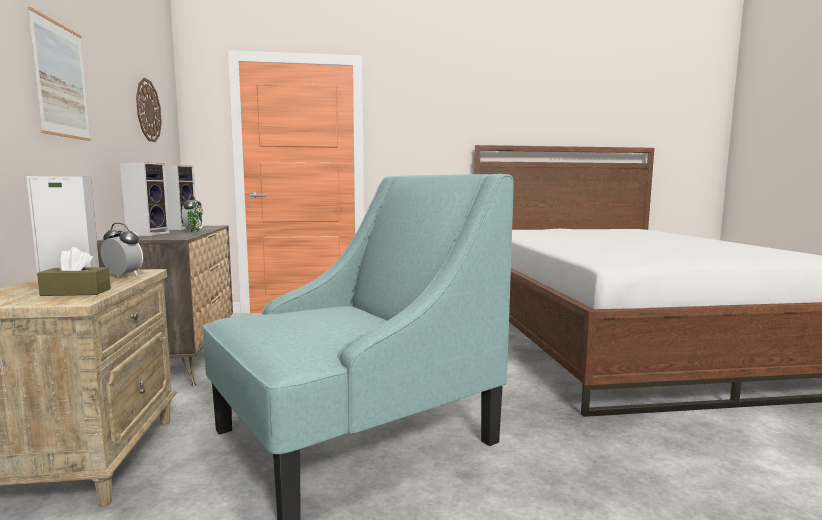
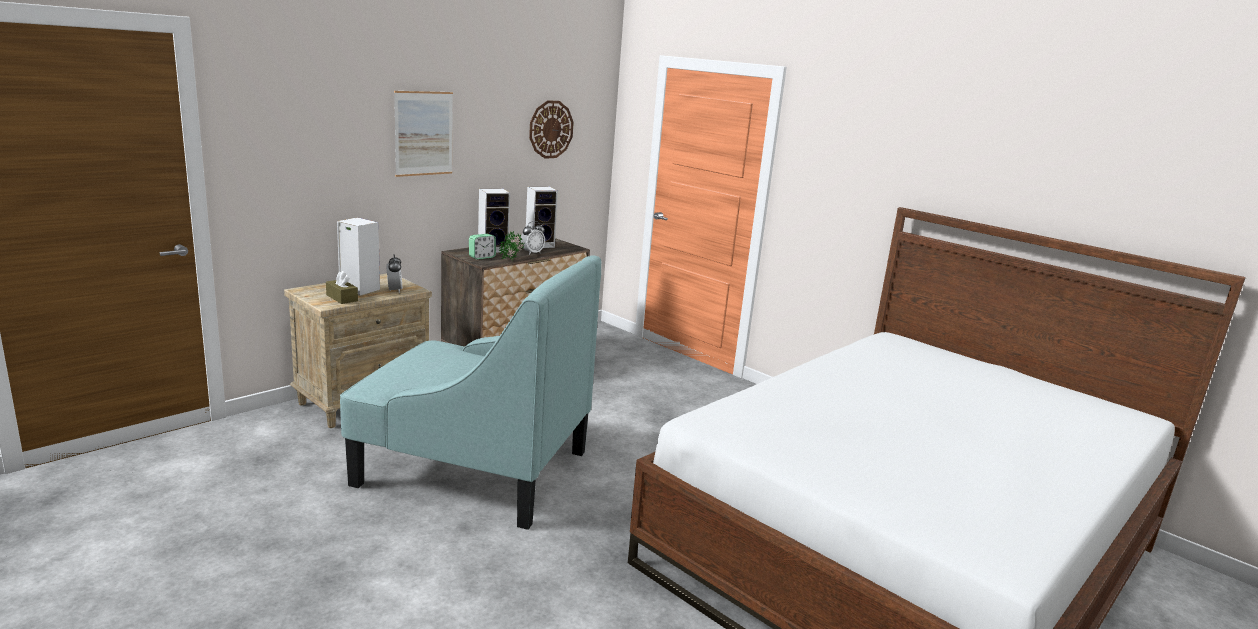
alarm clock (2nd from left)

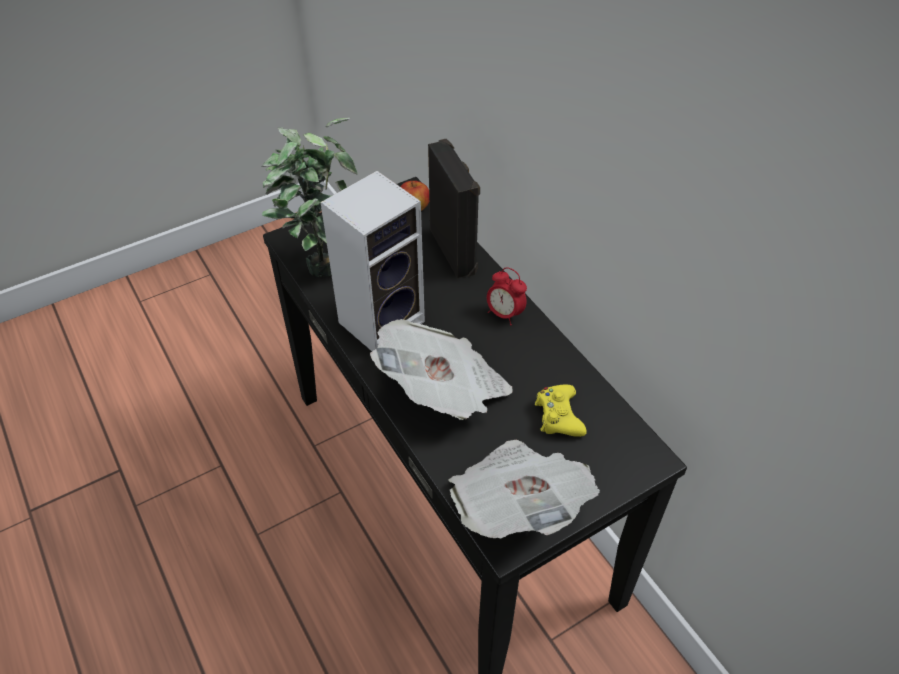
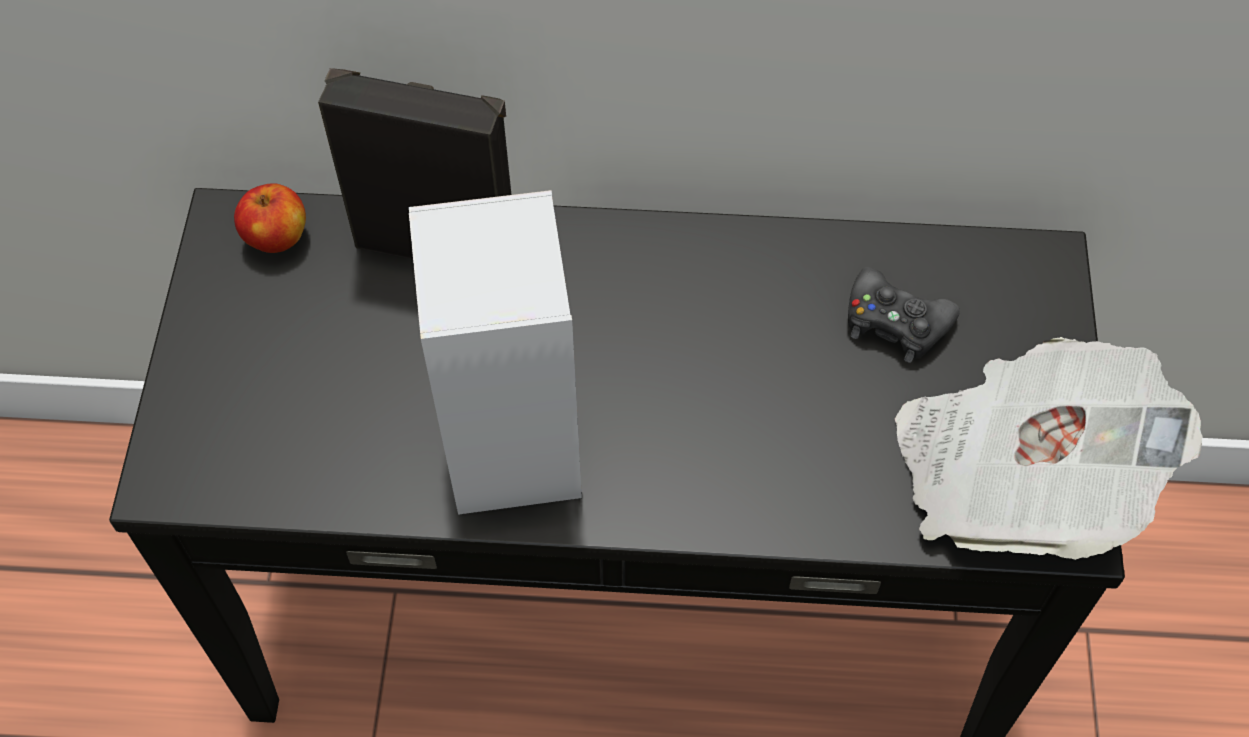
potted plant
newspaper (1st from left in the first image)
alarm clock
black game controller

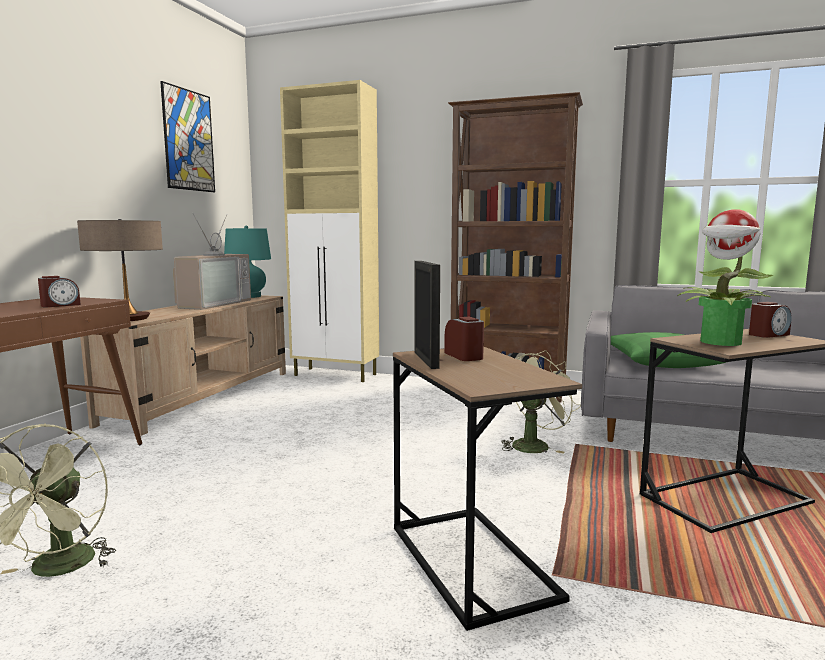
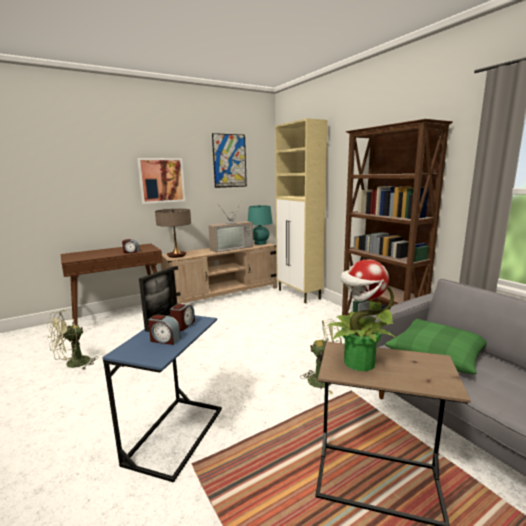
picture (1st from left)
alarm clock (2nd from left)
blue side table

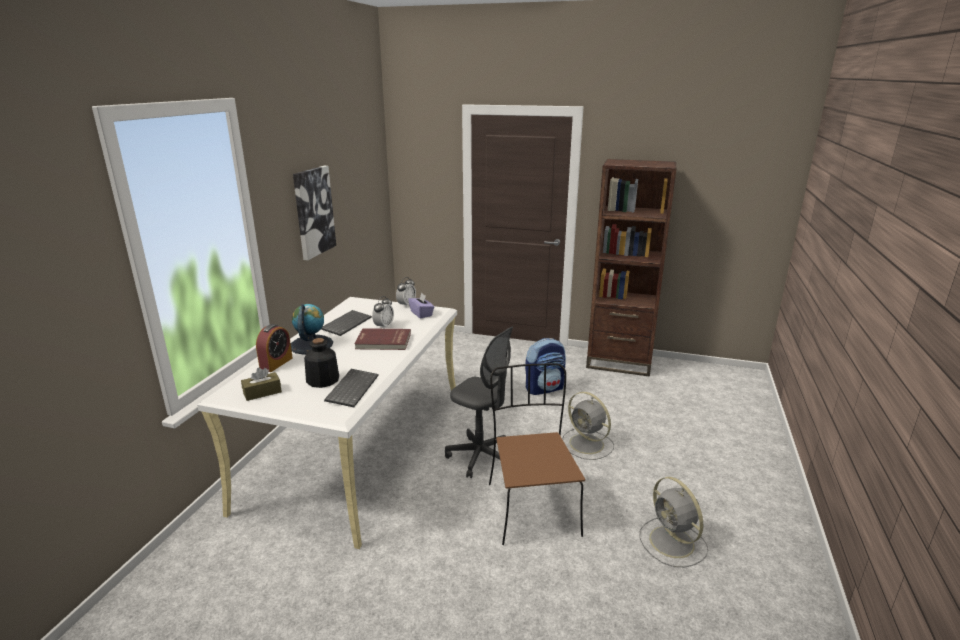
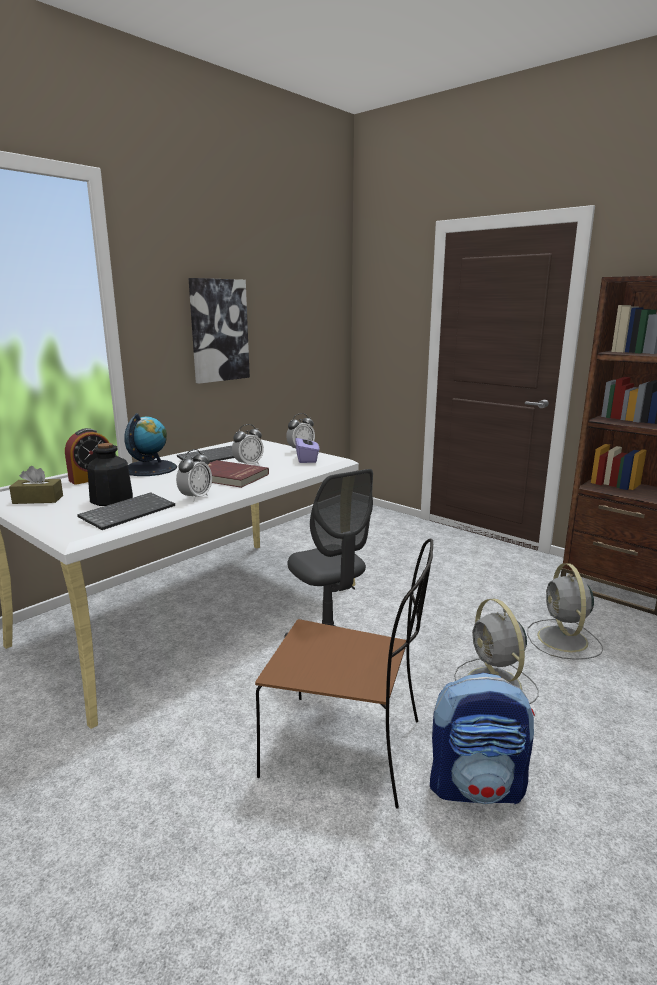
alarm clock (2nd from left)
backpack
grey fan (2nd from left)
brown chair

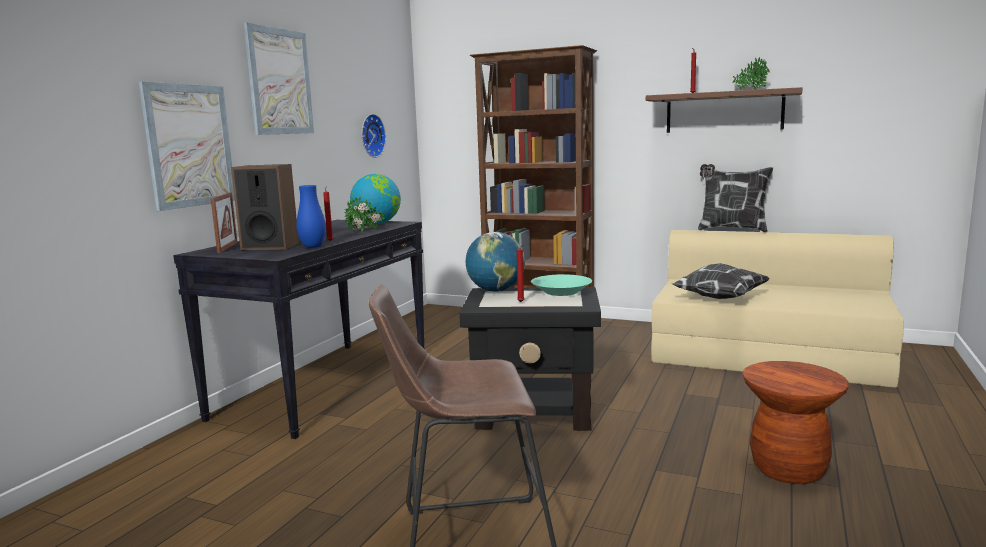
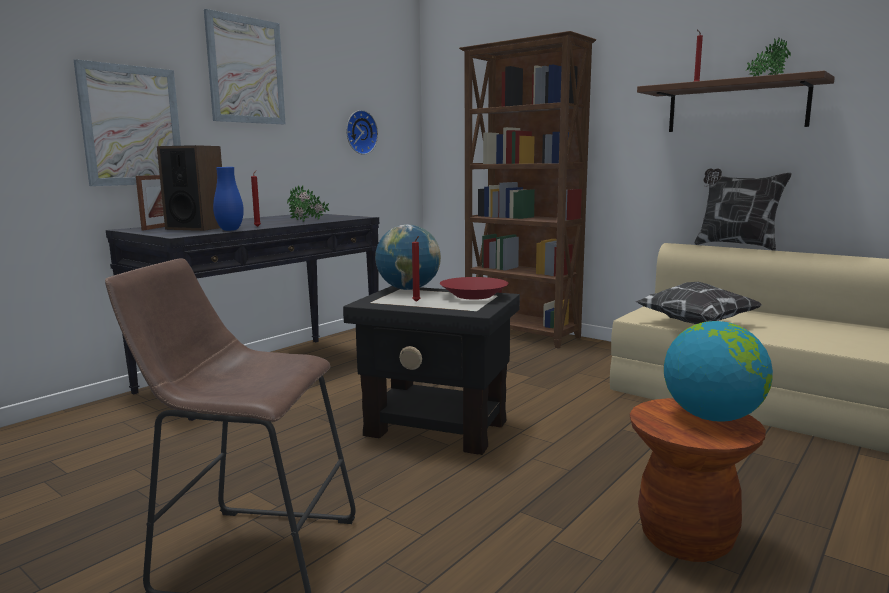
globe (2nd from left)
red bowl

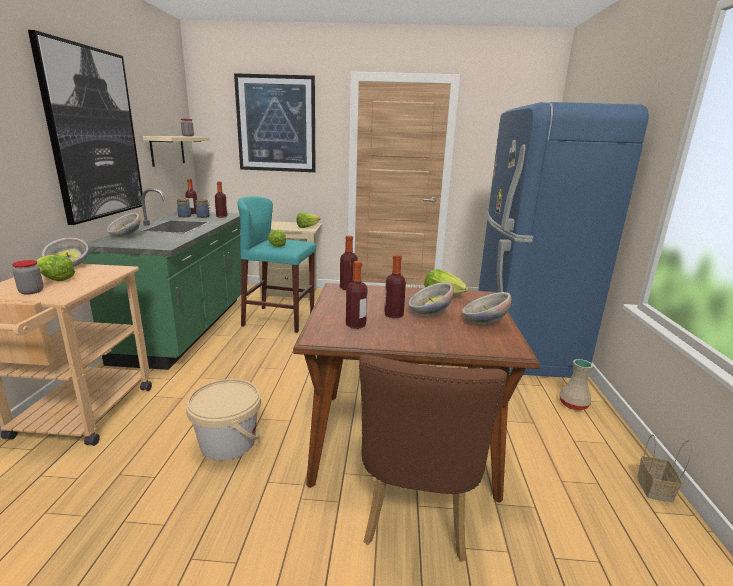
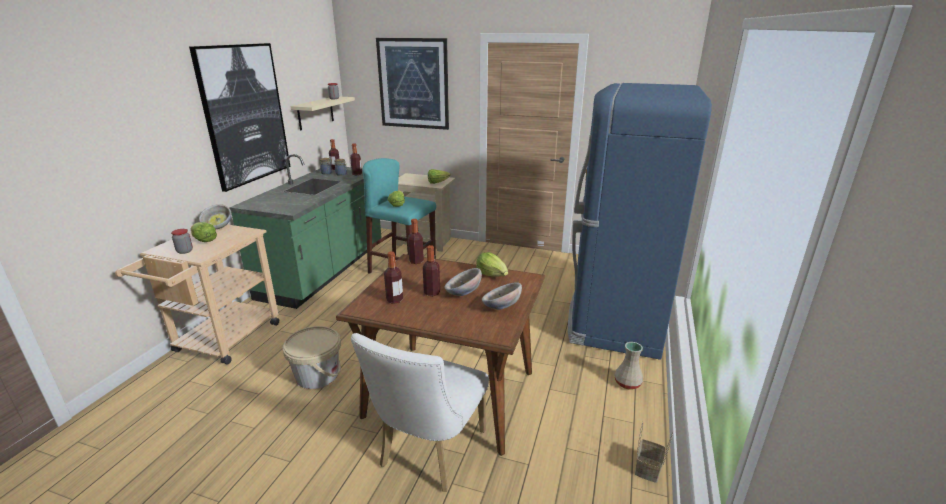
bowl (2nd from left in the first image)
white chair

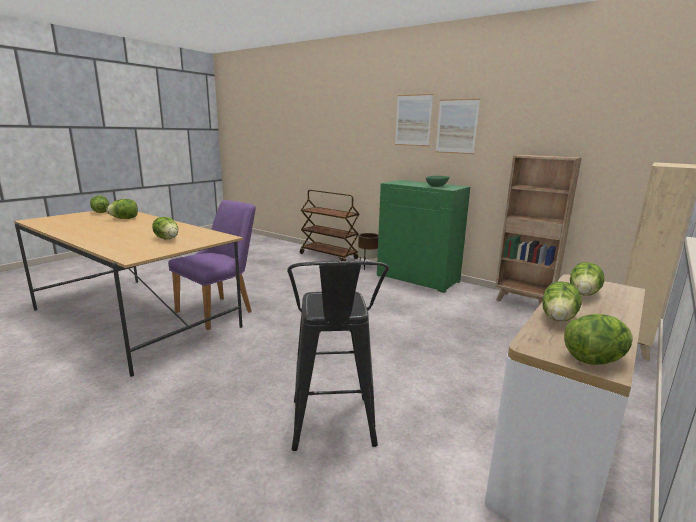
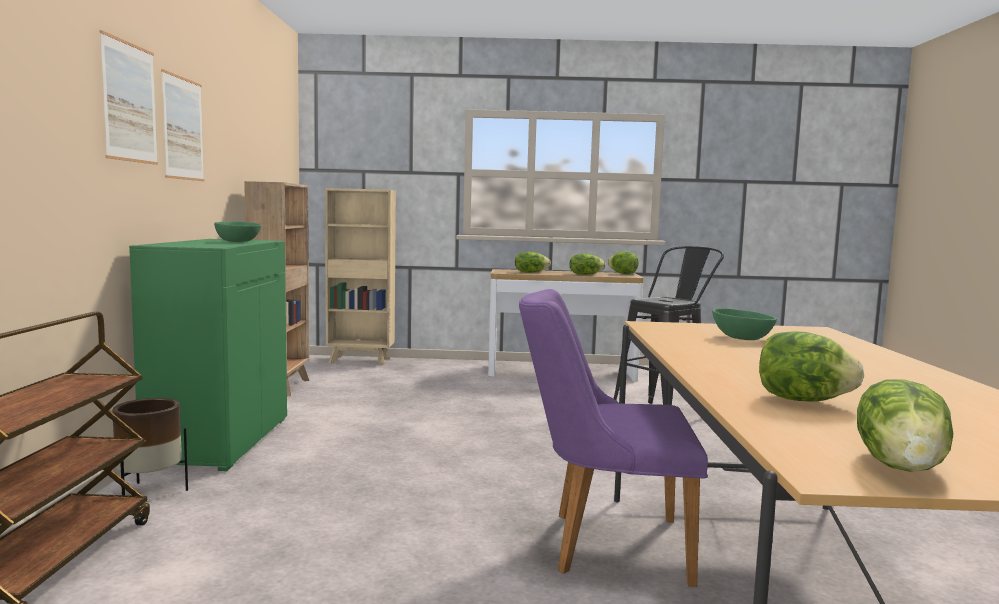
green bowl (2nd from left)

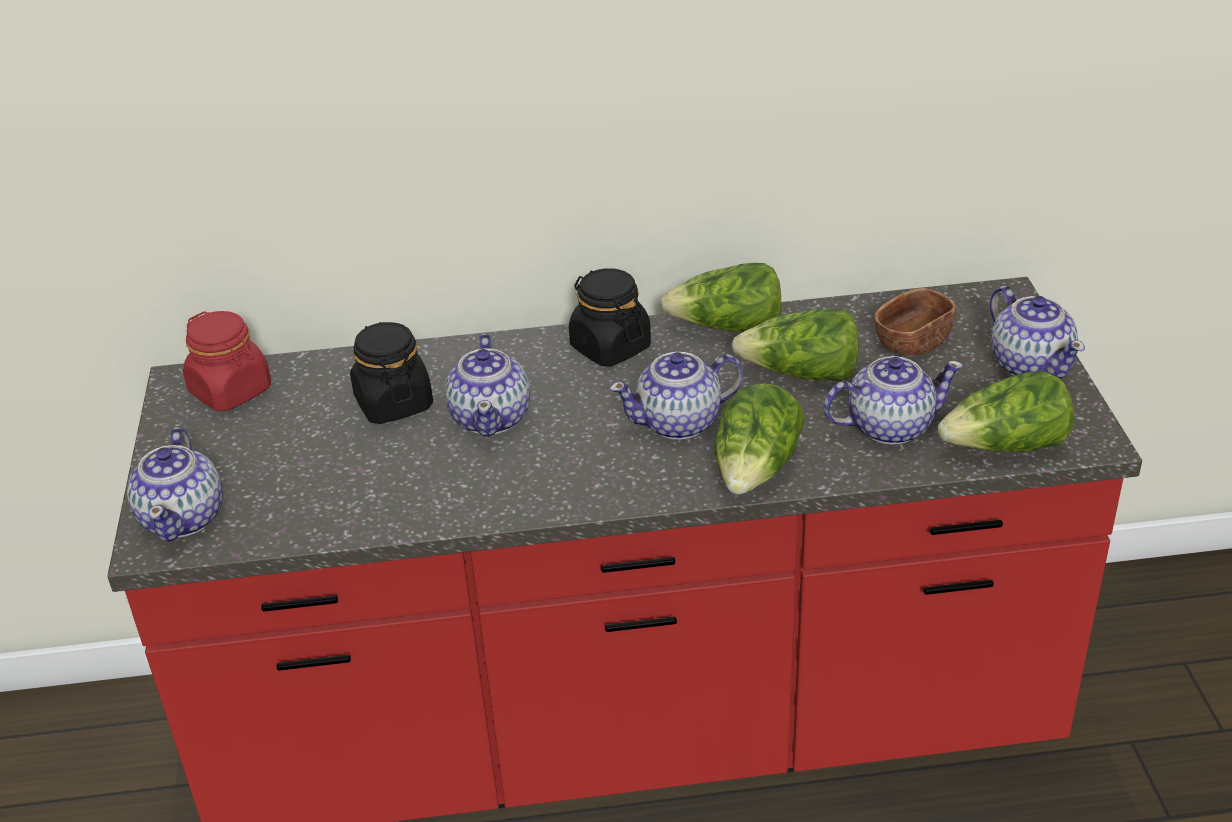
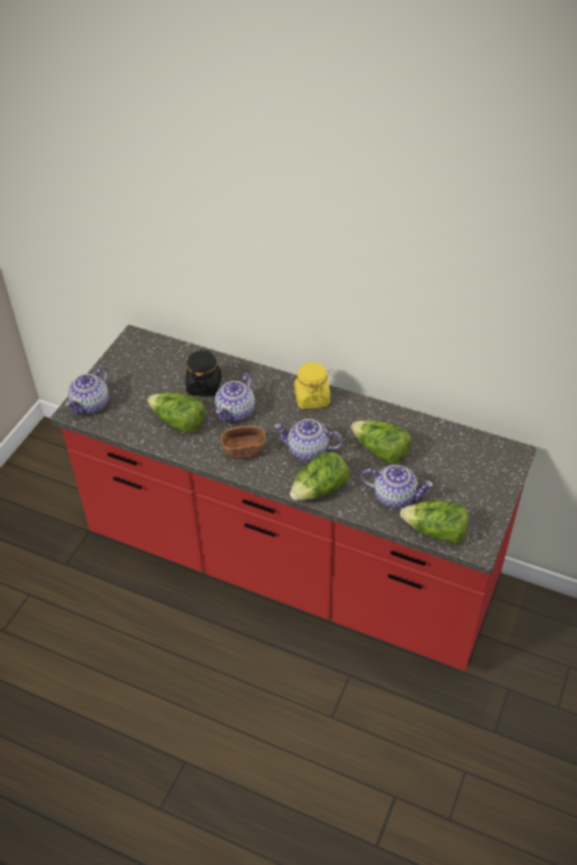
red jar
teapot (5th from left in the first image)
lettuce (1st from left)
brown bowl
yellow jar

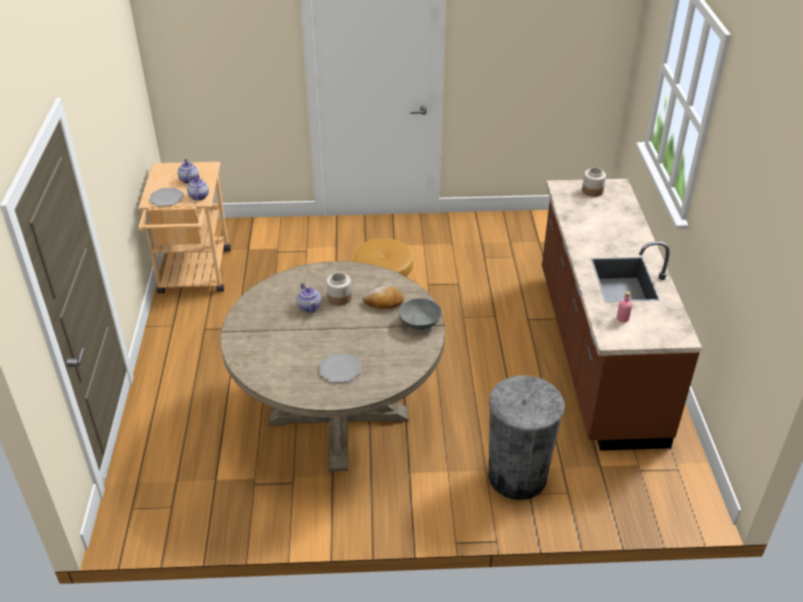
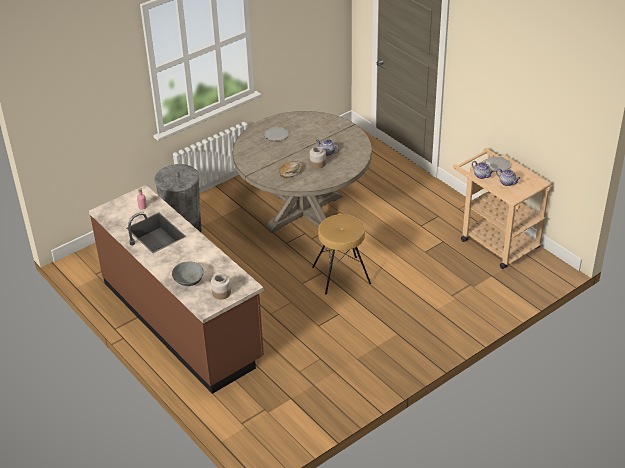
grey bowl

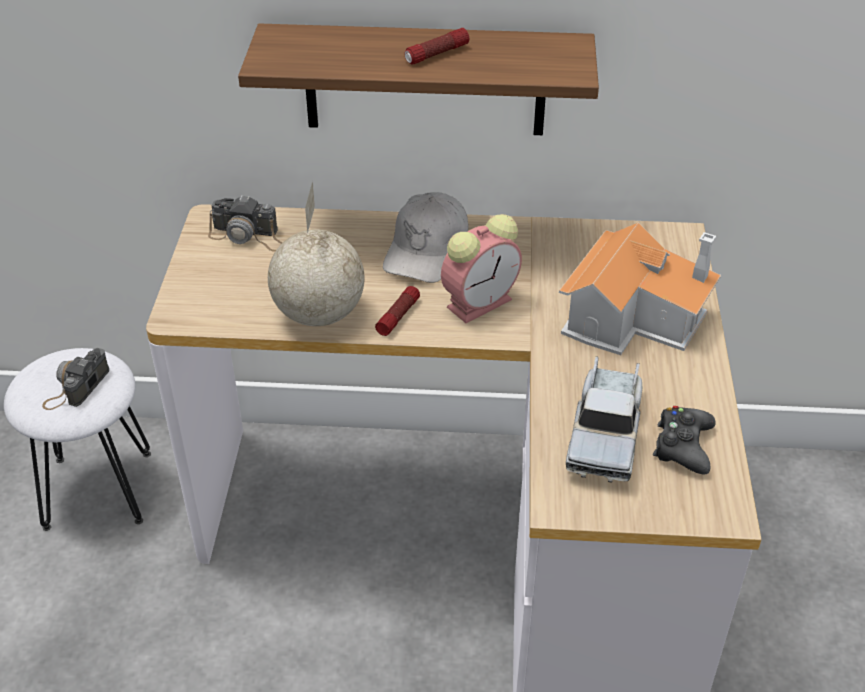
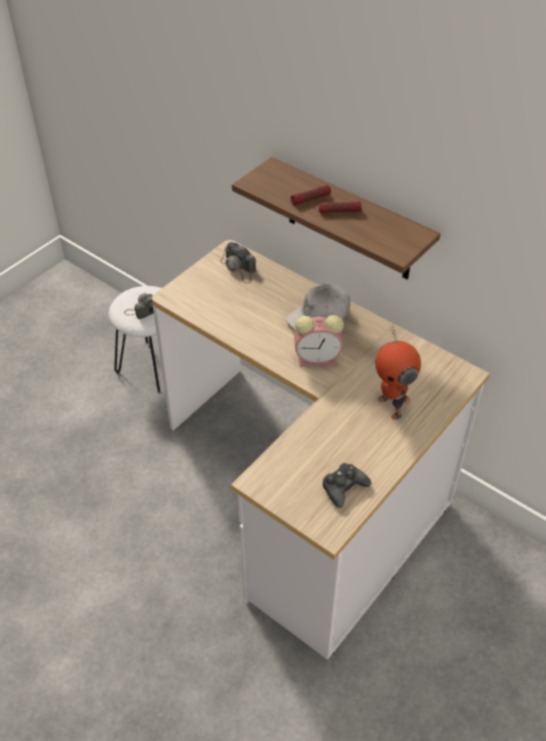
globe
toy truck
flashlight (1st from left)
toy robot

